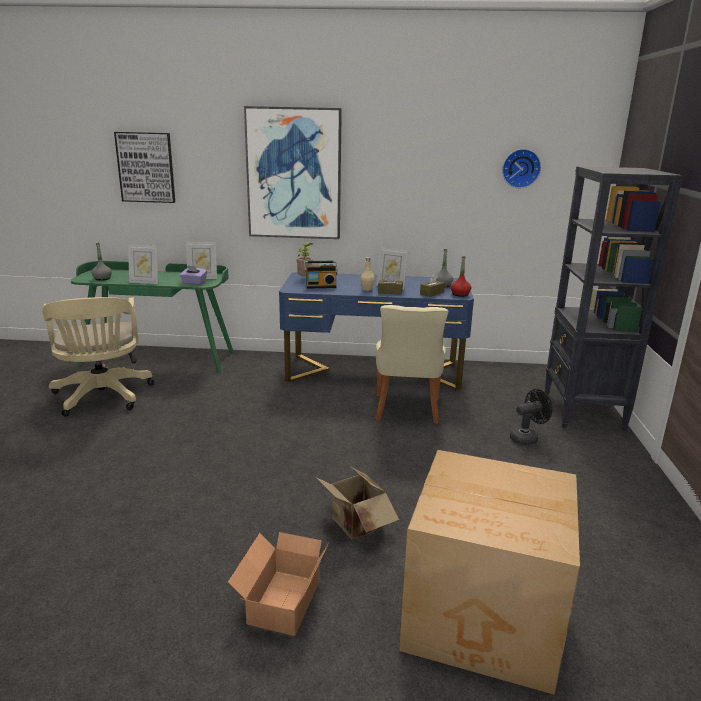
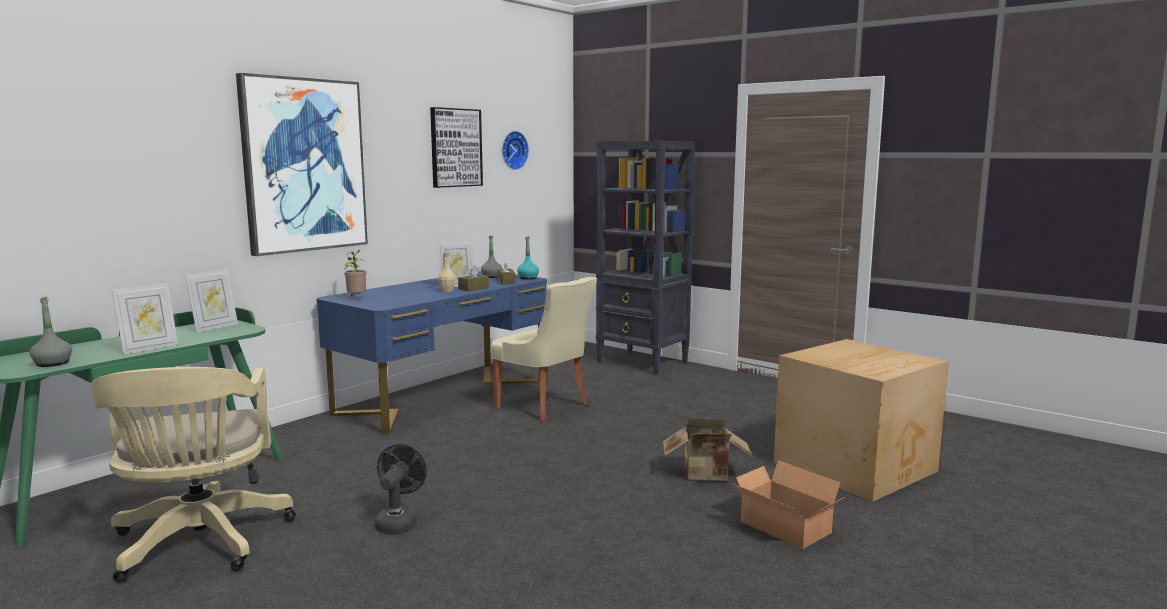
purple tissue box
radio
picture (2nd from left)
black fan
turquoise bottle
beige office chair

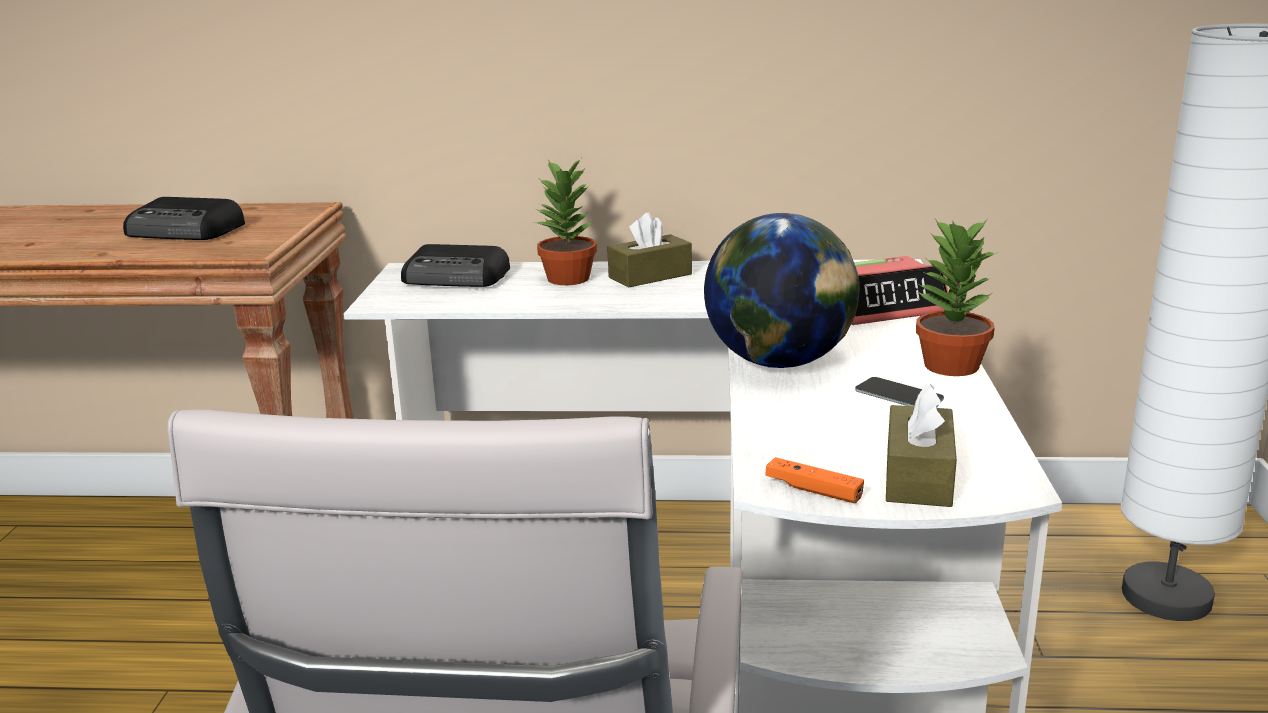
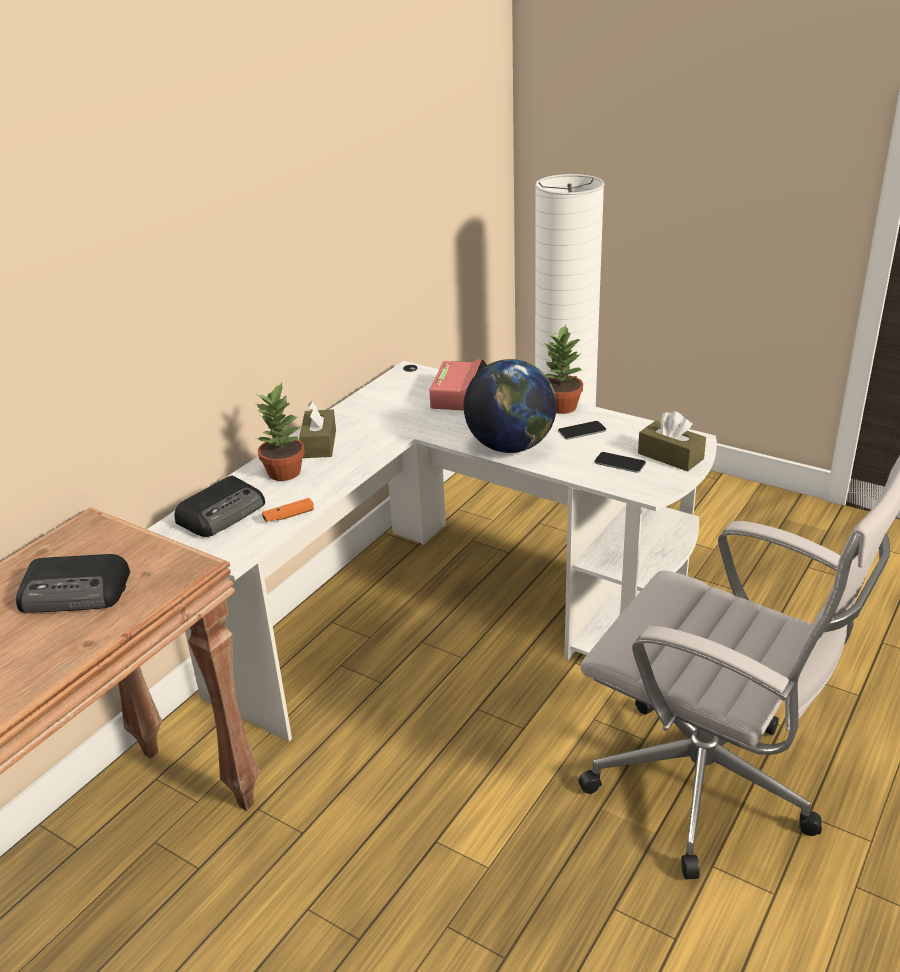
phone (2nd from left)
orange game controller
radio (1st from left)

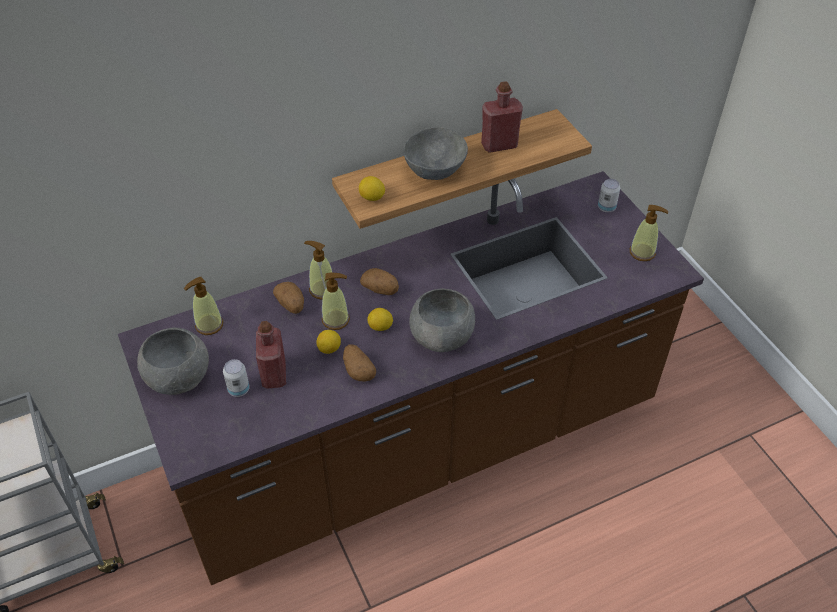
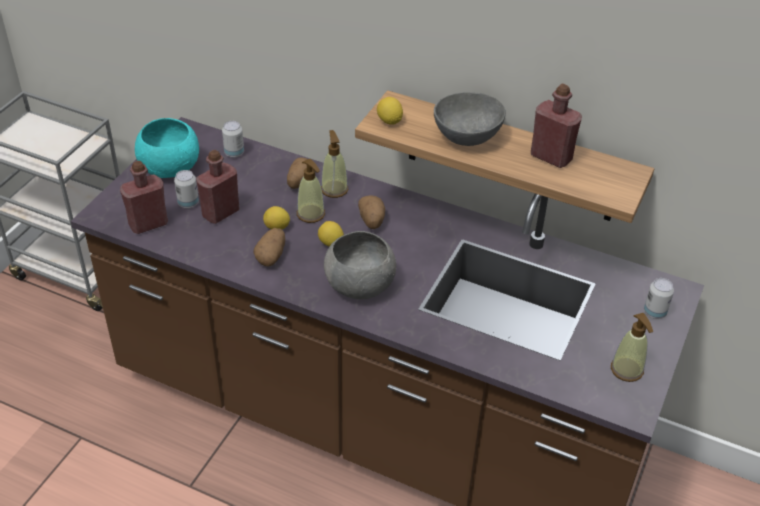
red bottle (1st from left)
can (2nd from left)
turquoise bowl

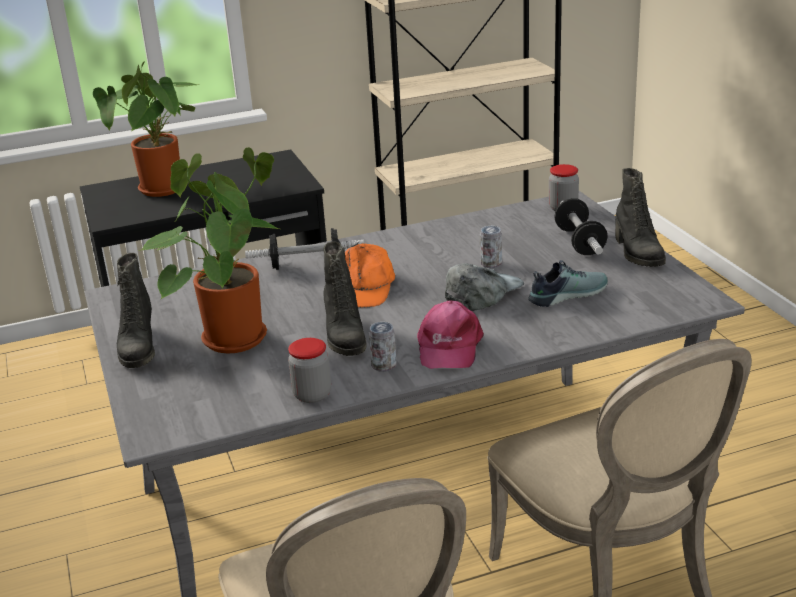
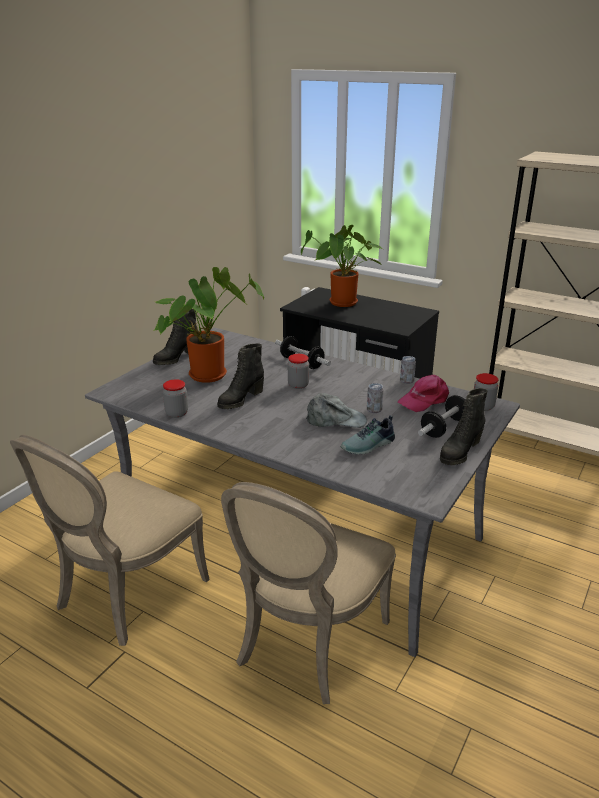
can (2nd from left)
pink cap
jar (2nd from left)
shoe

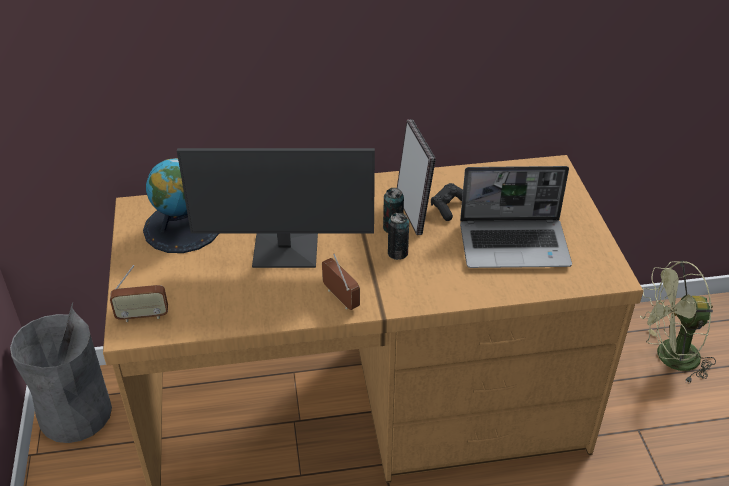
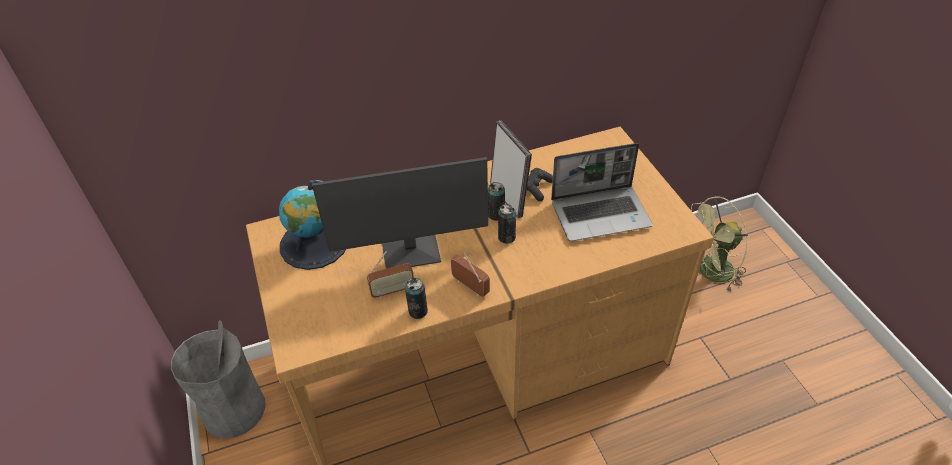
can (1st from left)
radio (1st from left)

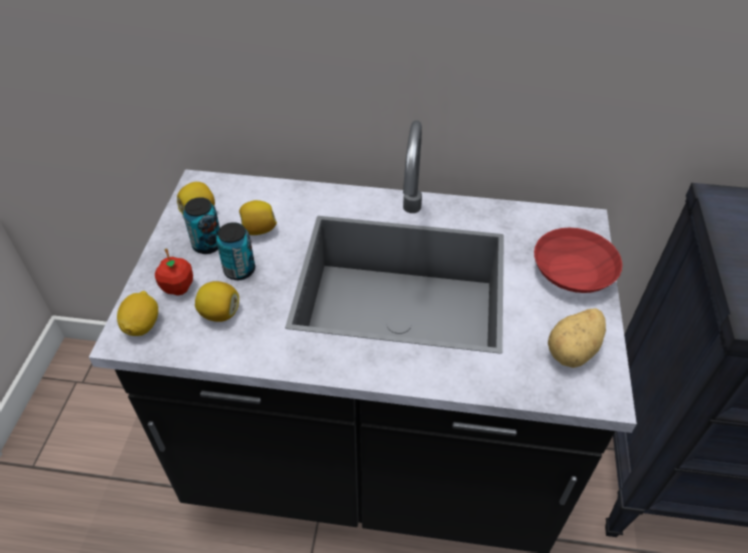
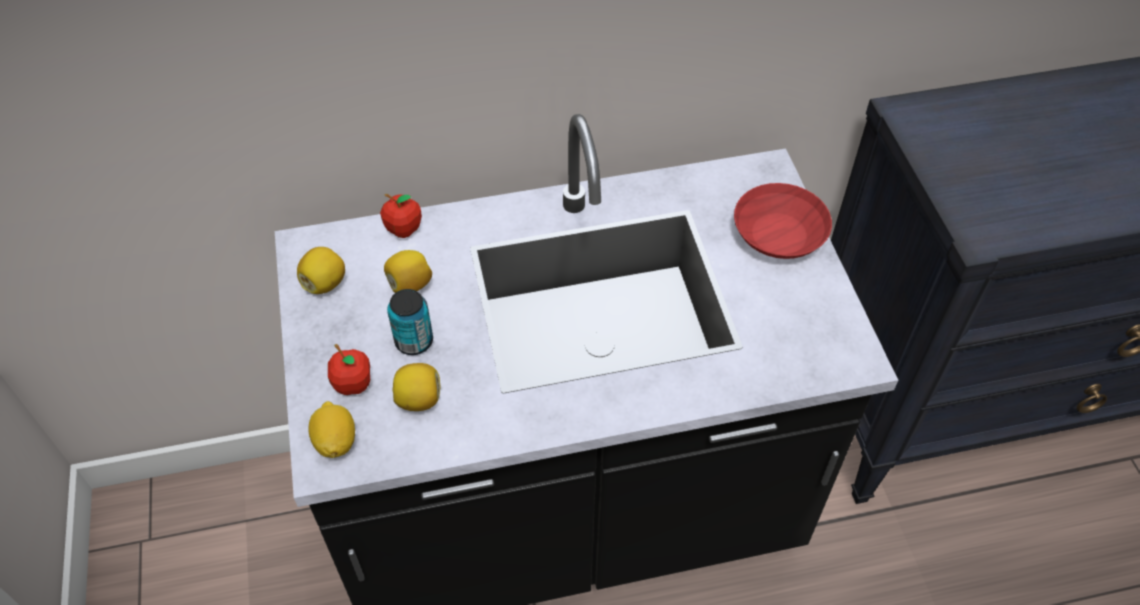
can (1st from left in the first image)
potato
apple (2nd from left)

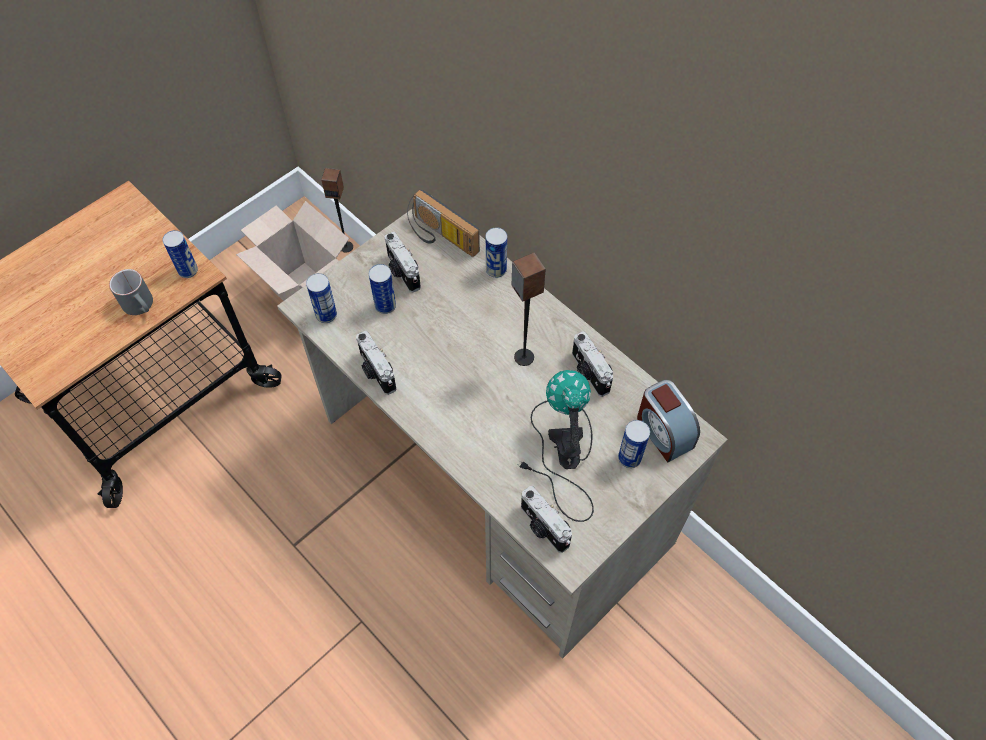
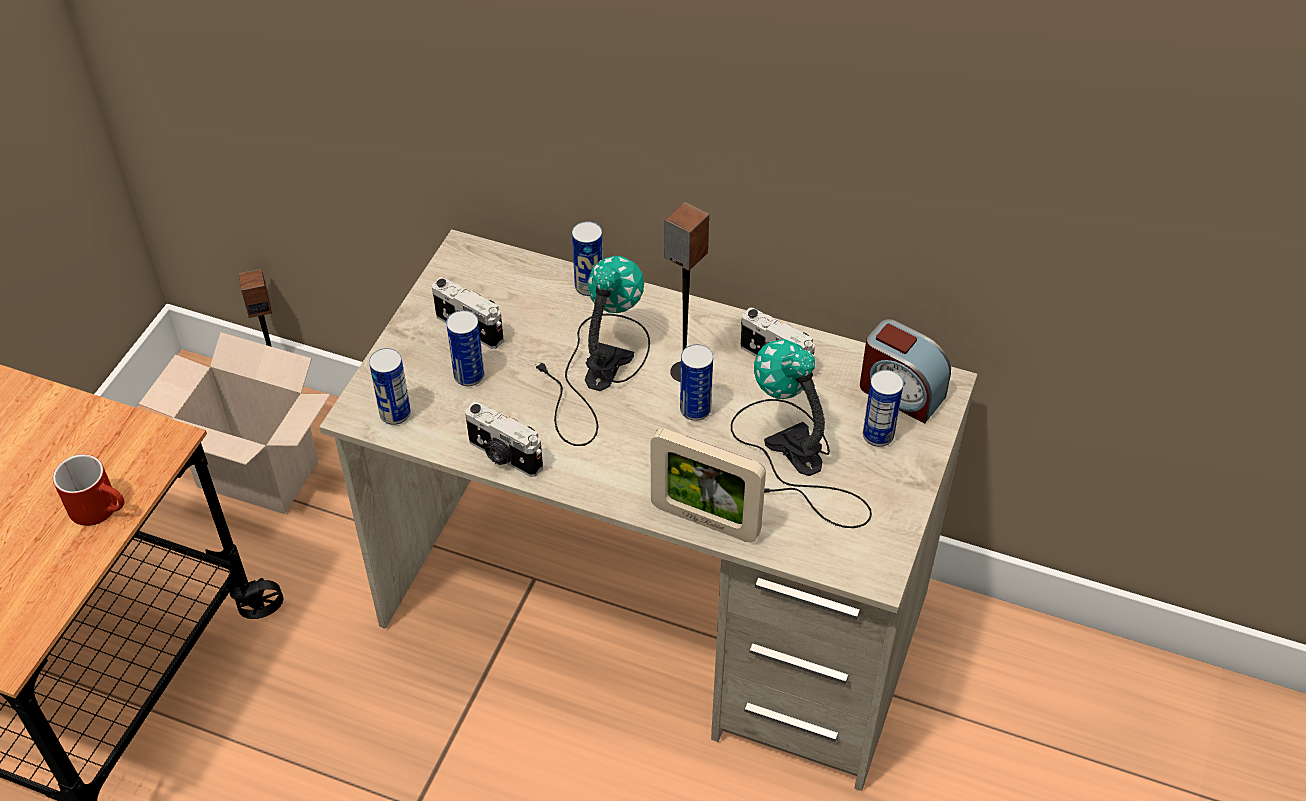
radio
photo camera (3rd from left in the first image)
table lamp (1st from left)
picture frame
can (4th from left)
red mug

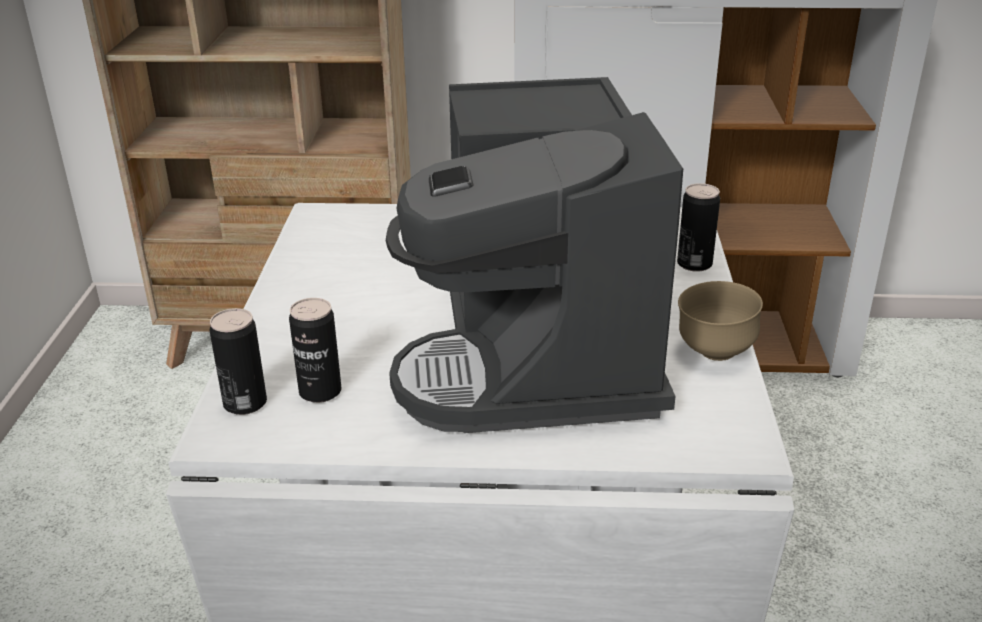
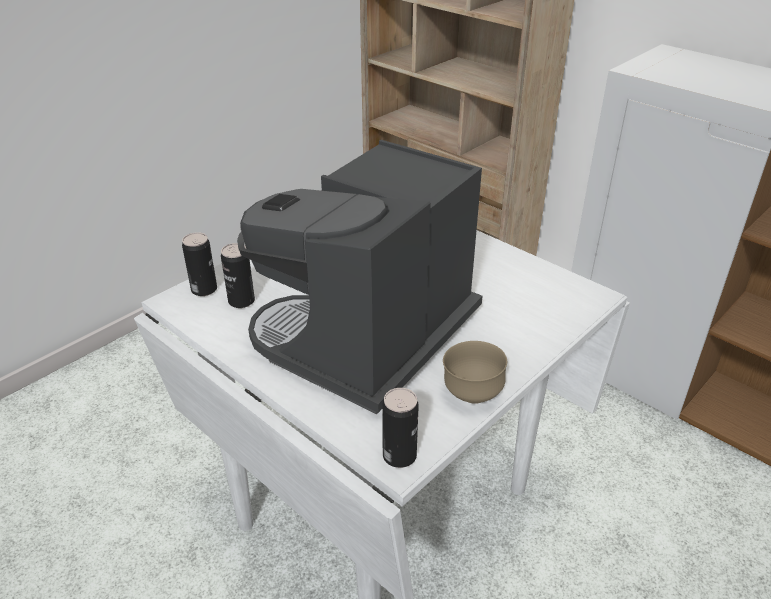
can (3rd from left)

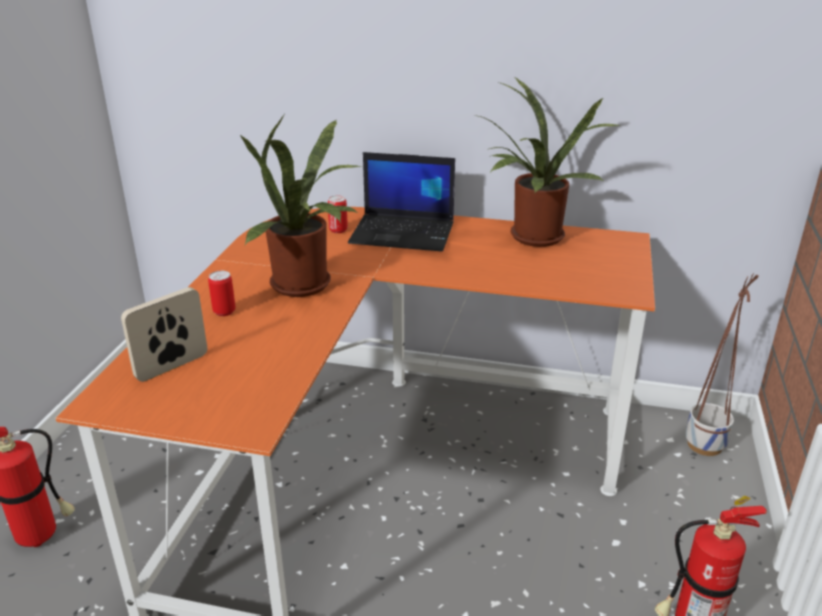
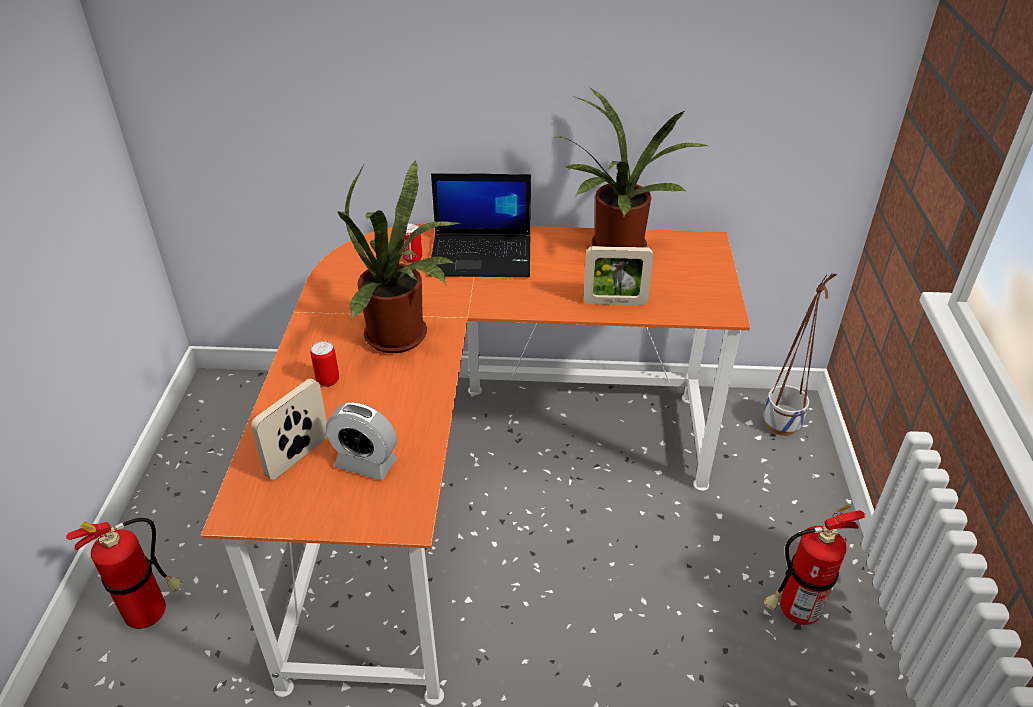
alarm clock
picture frame (2nd from left)

